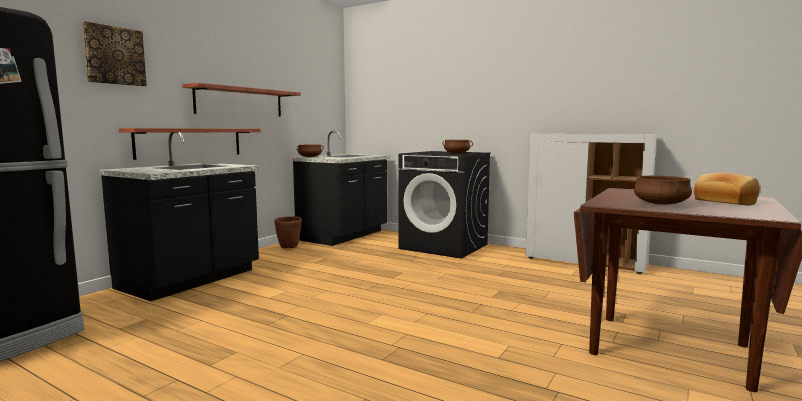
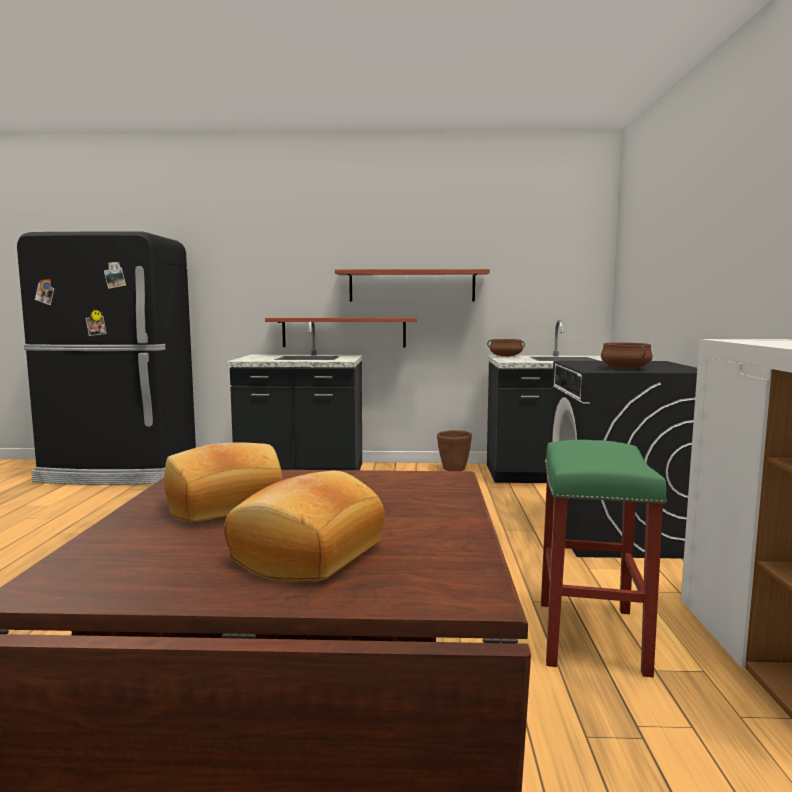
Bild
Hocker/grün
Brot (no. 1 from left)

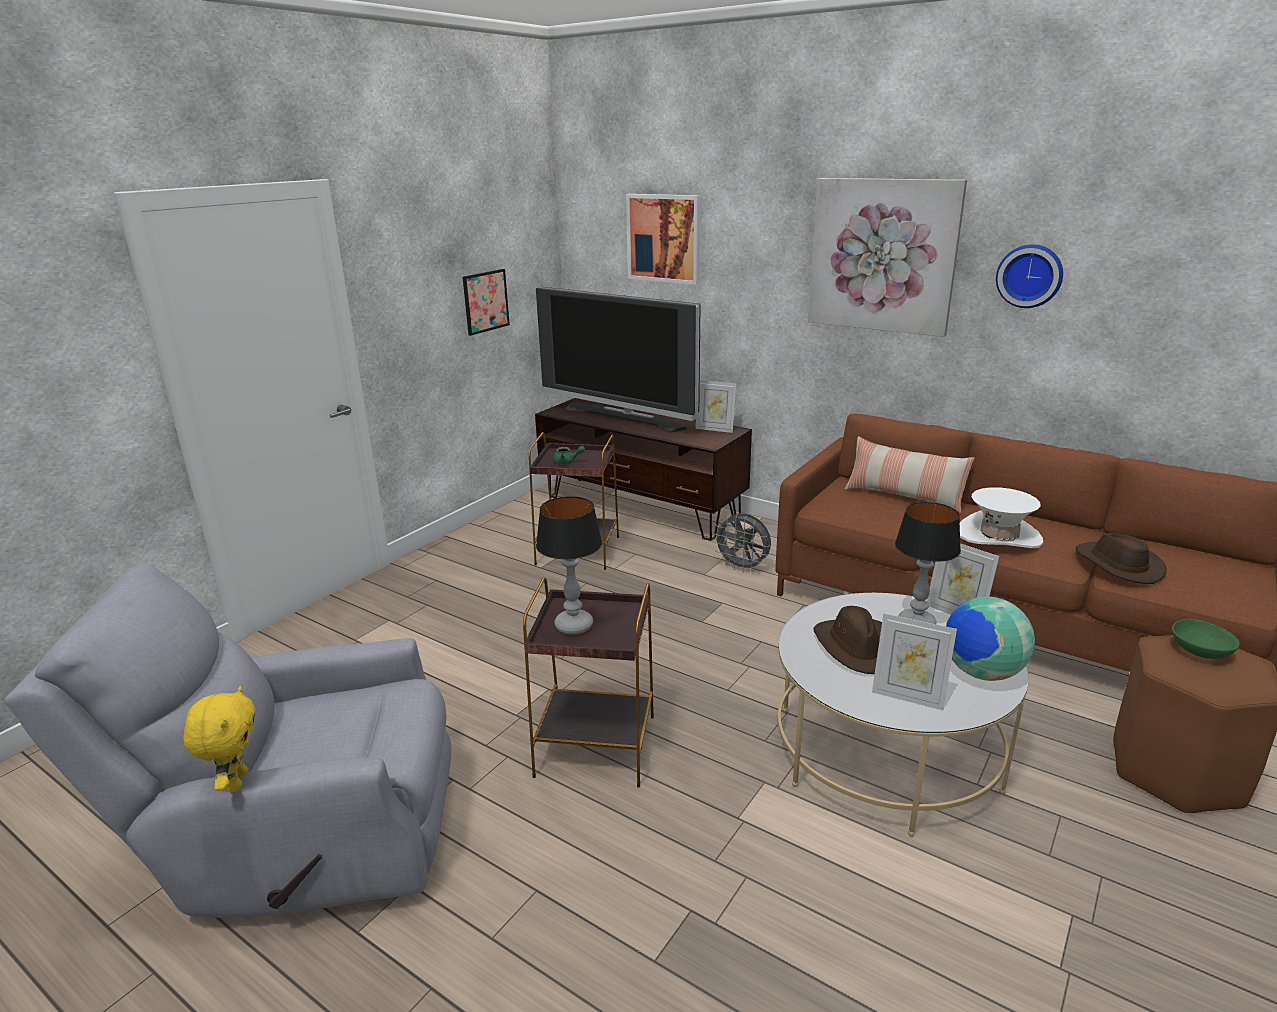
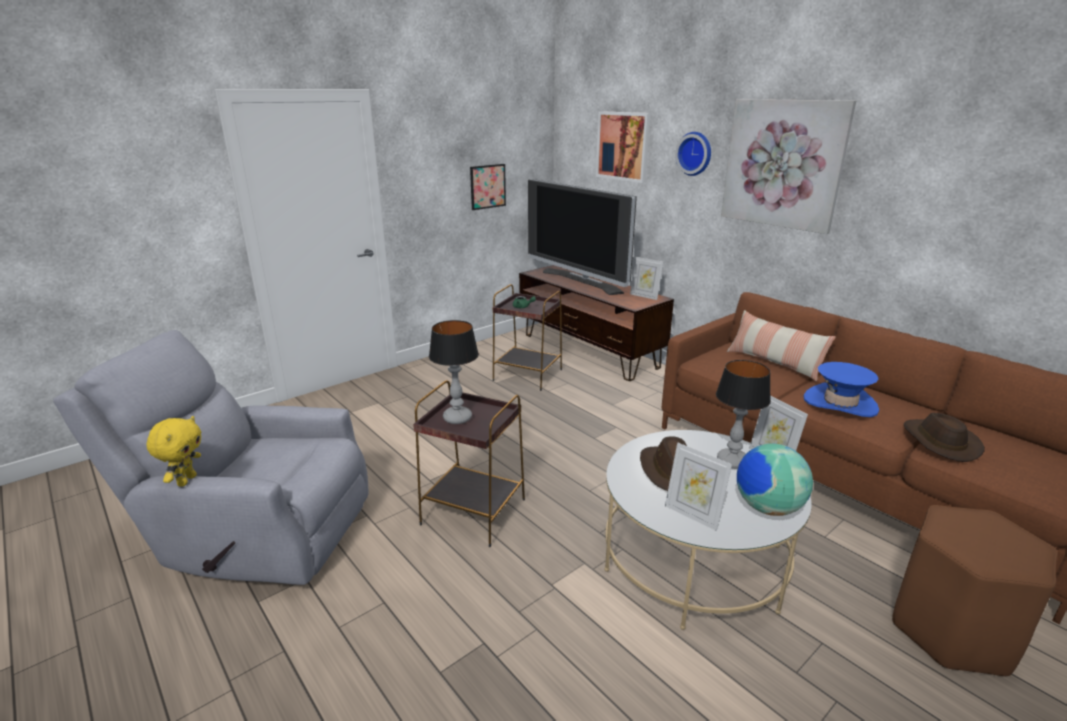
Ventilator/grau
Schüssel/grün
Wanduhr
Hut/blau

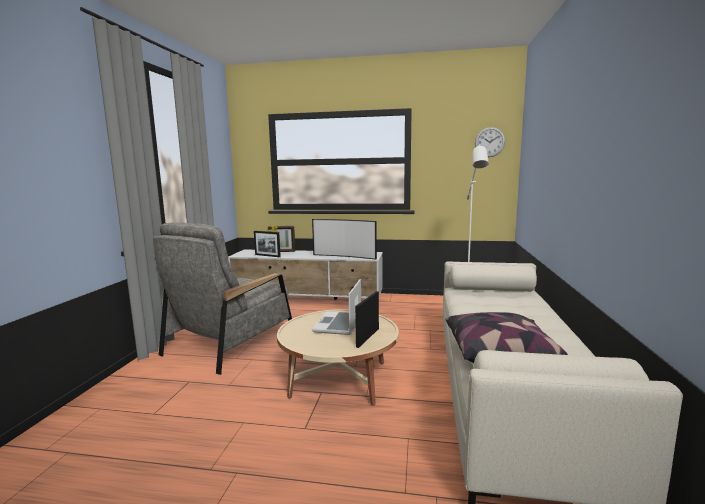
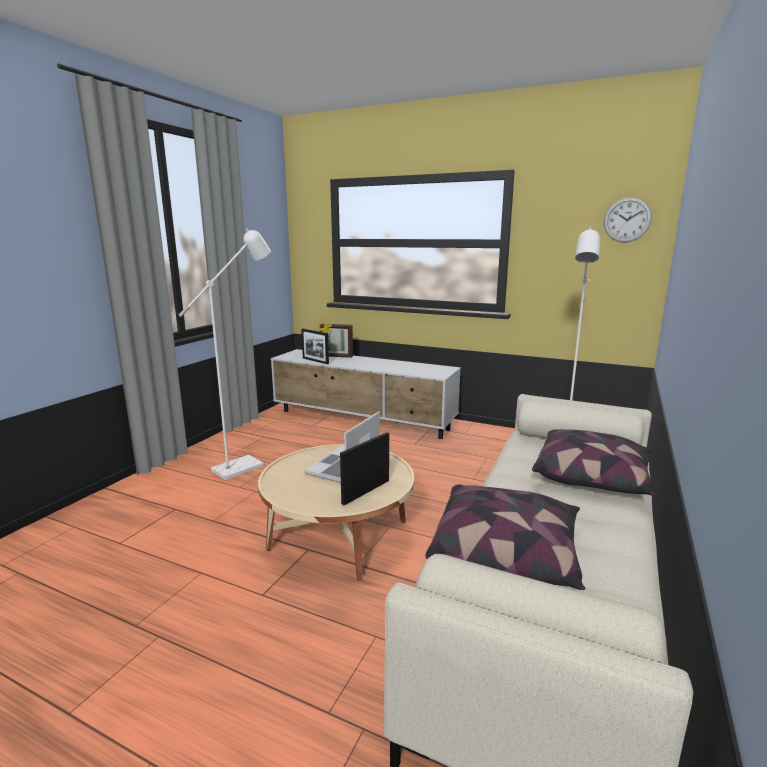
Fernseher
Kissen (no. 2 from left)
Stehlampe/weiß (no. 1 from left)

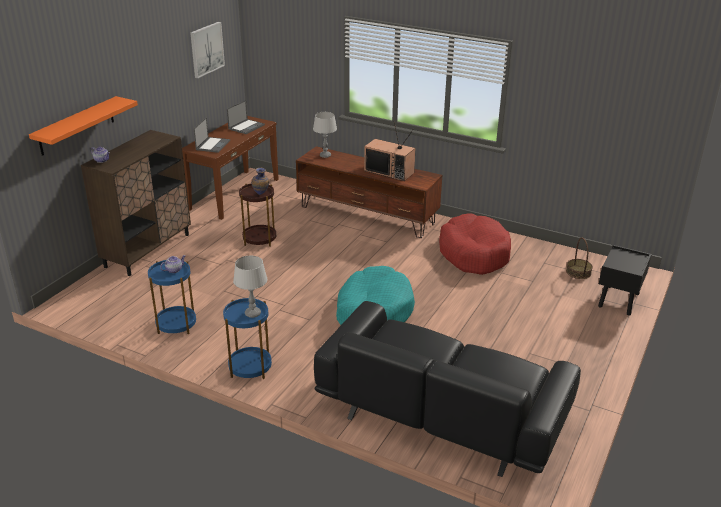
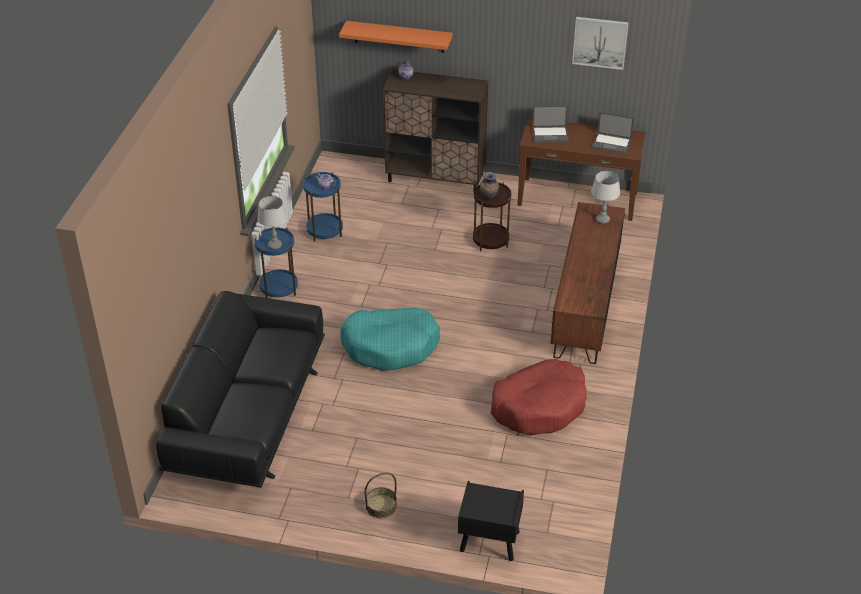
Fernseher
Korb

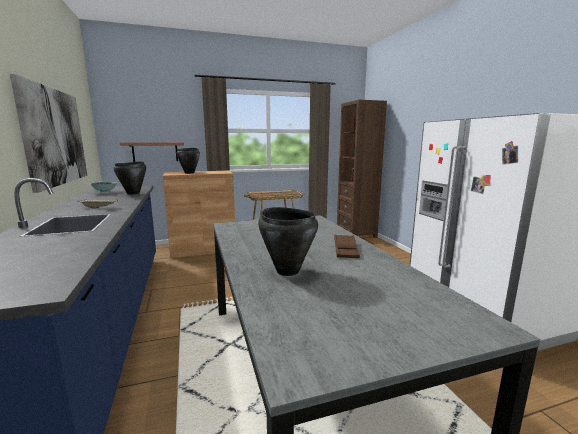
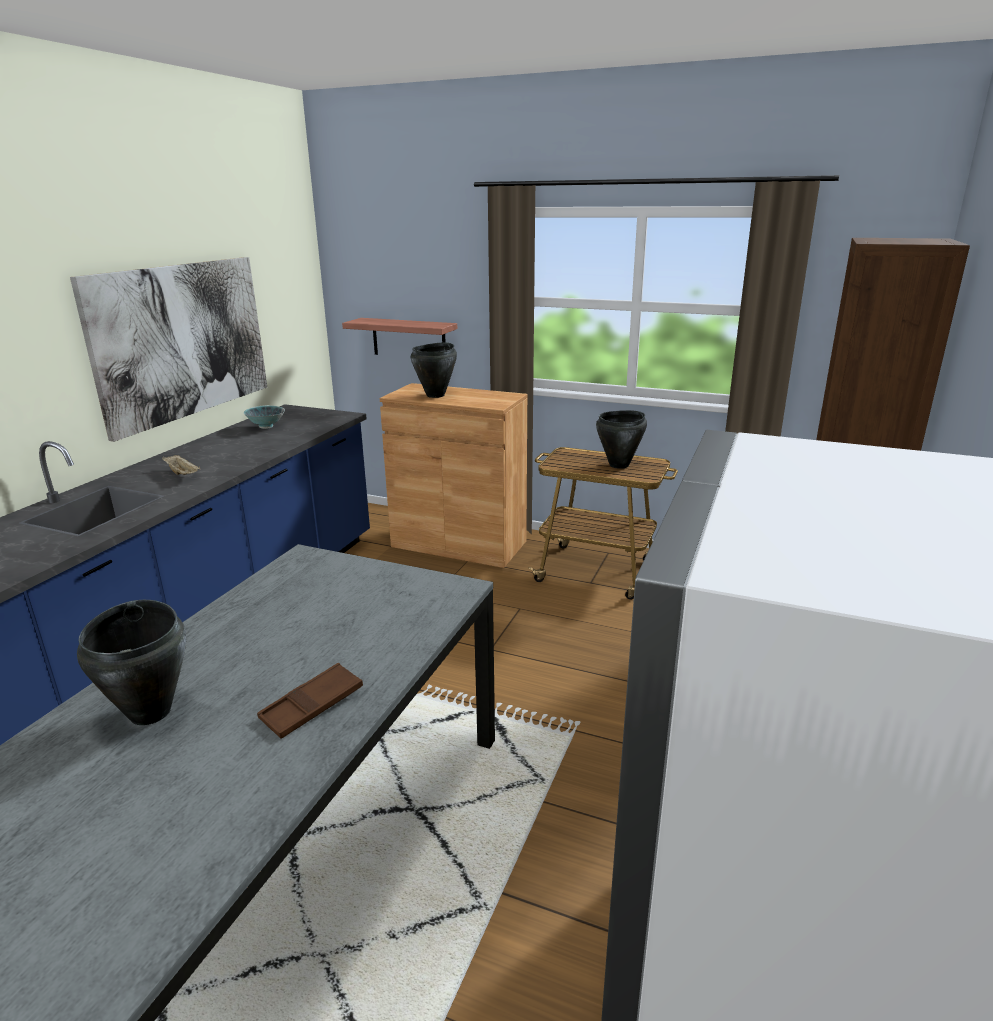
Kochtopf/schwarz (no. 3 from left)

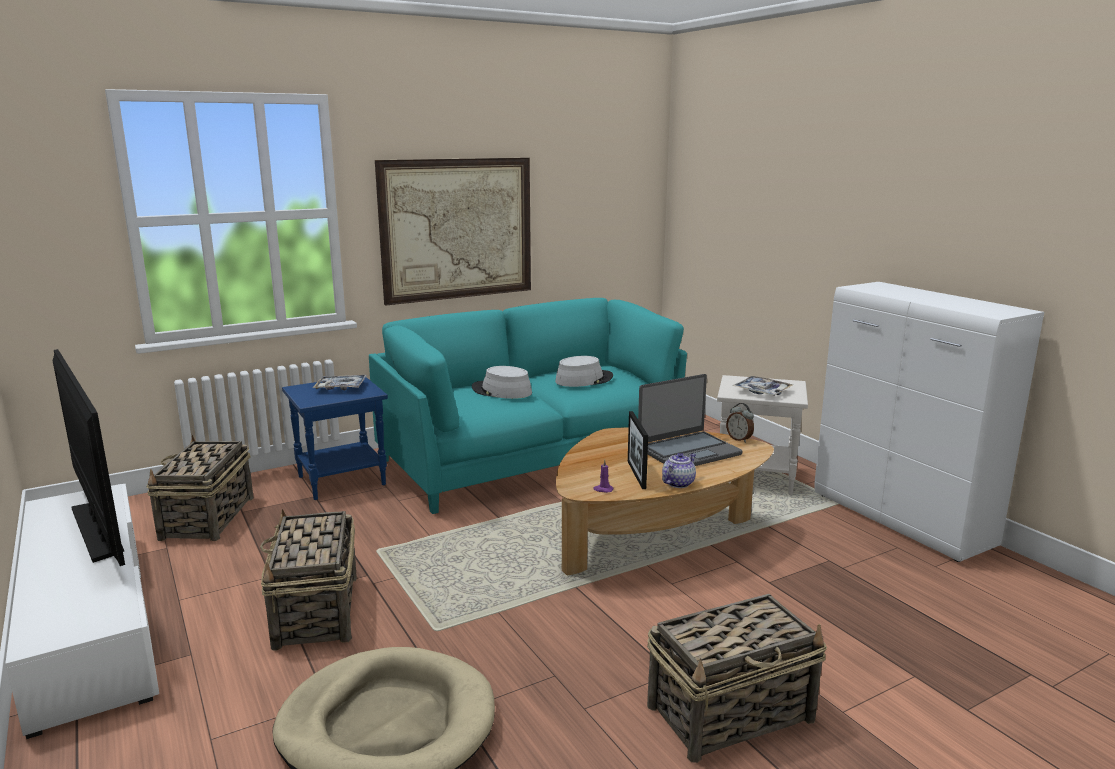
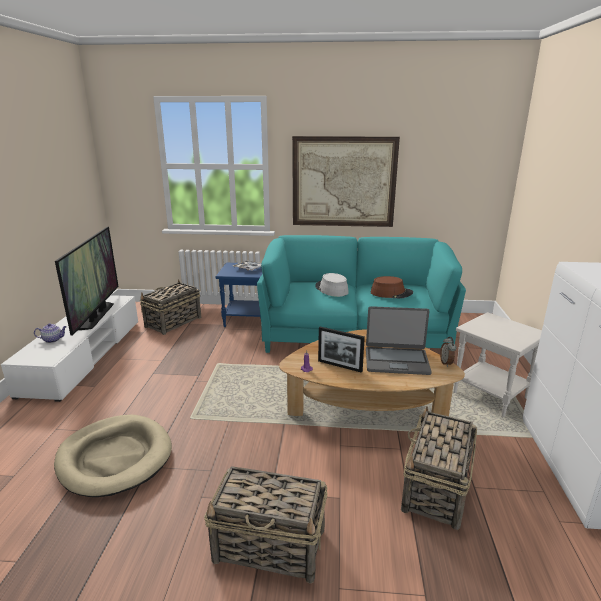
Tablett (no. 2 from left in the first image)
Korb (no. 3 from left)
Teekanne
Hut/braun
Bilderrahmen

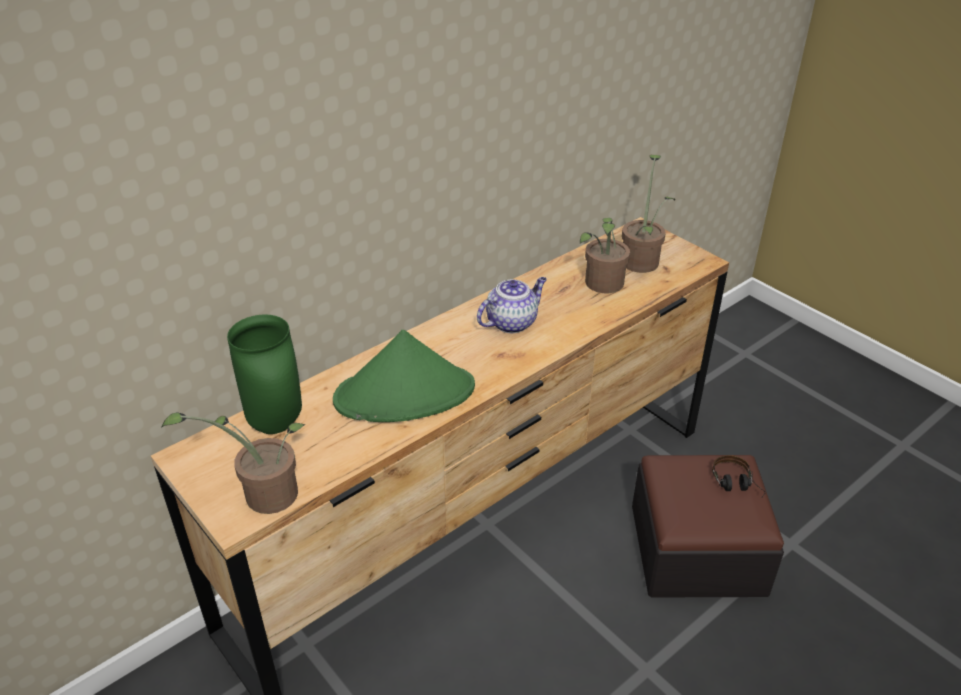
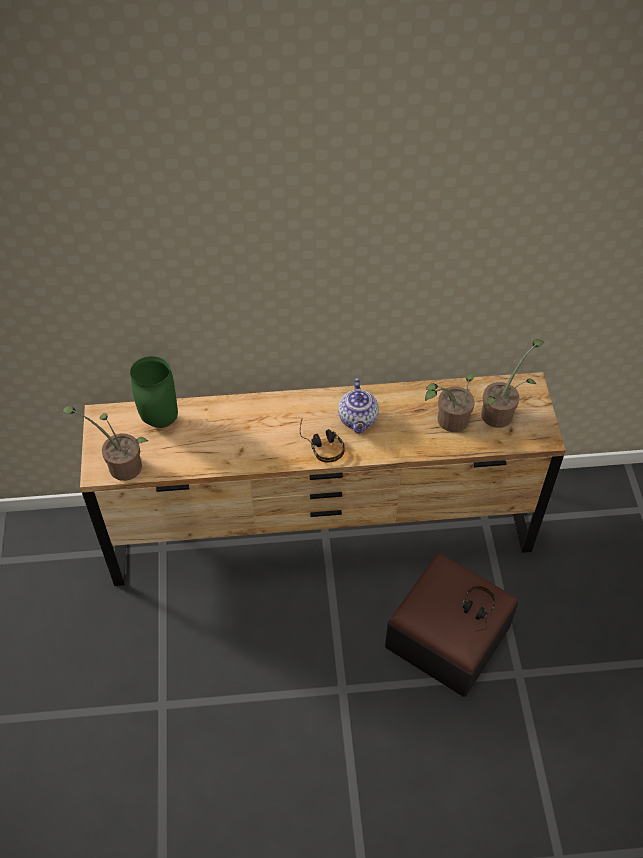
Hut/grün
Kopfhörer (no. 1 from left)
Teekanne

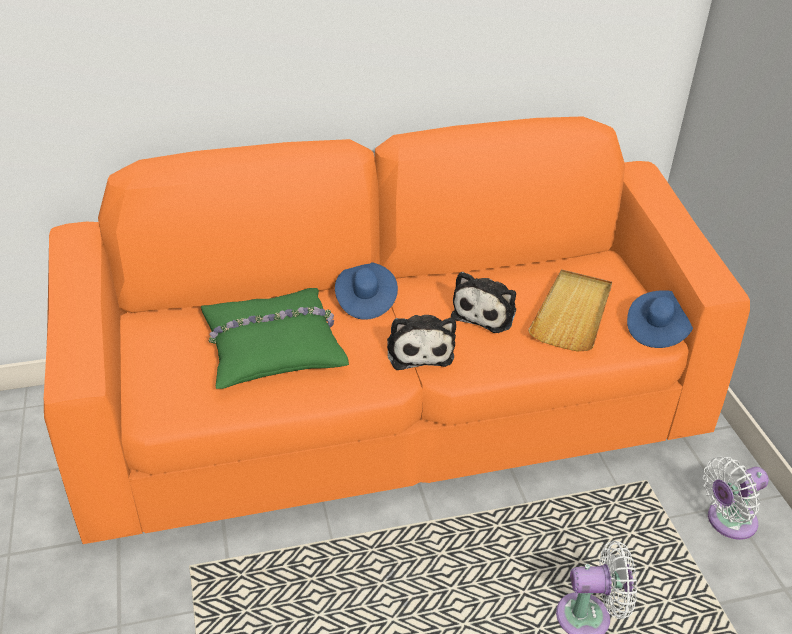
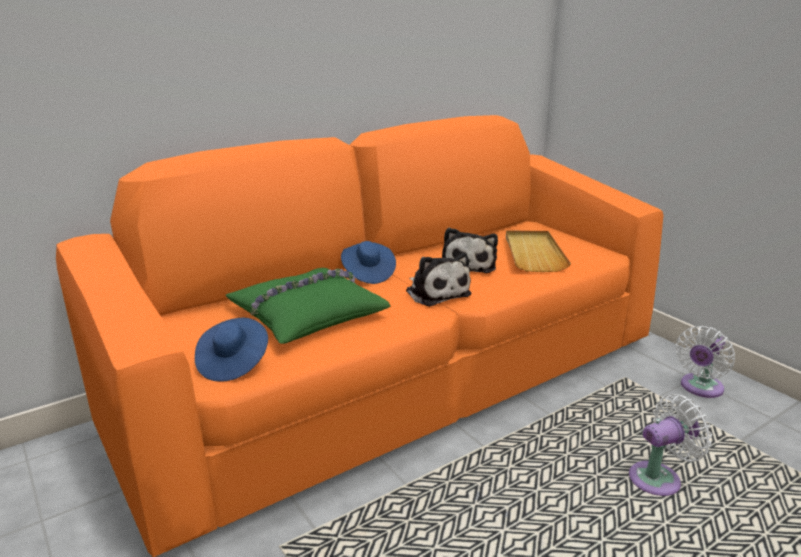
Hut/blau (no. 1 from left)

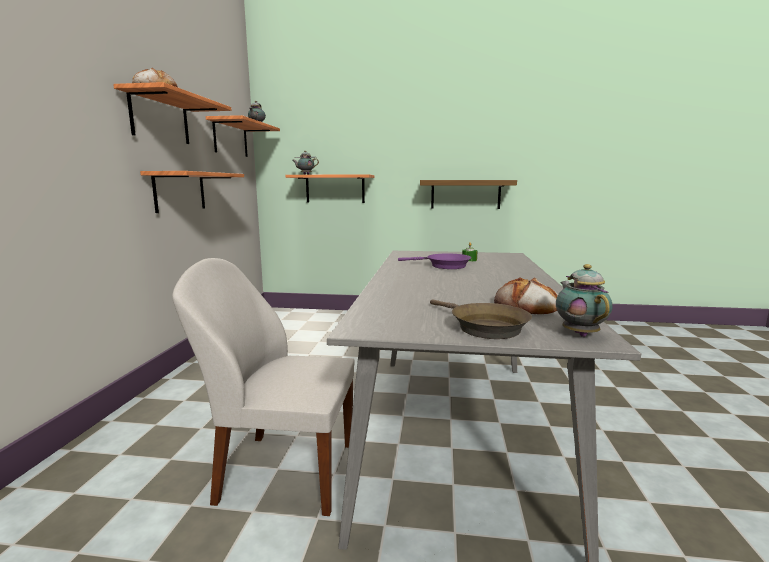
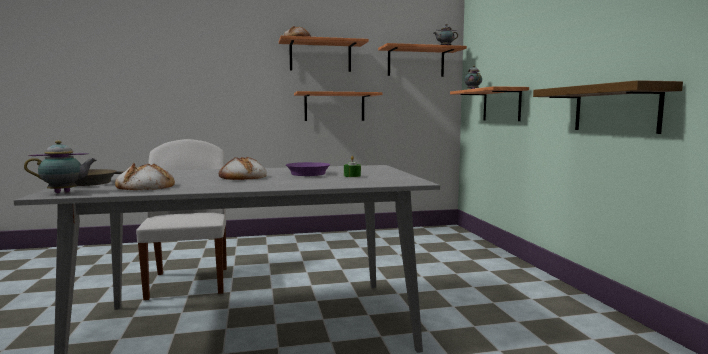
Brot (no. 2 from left)

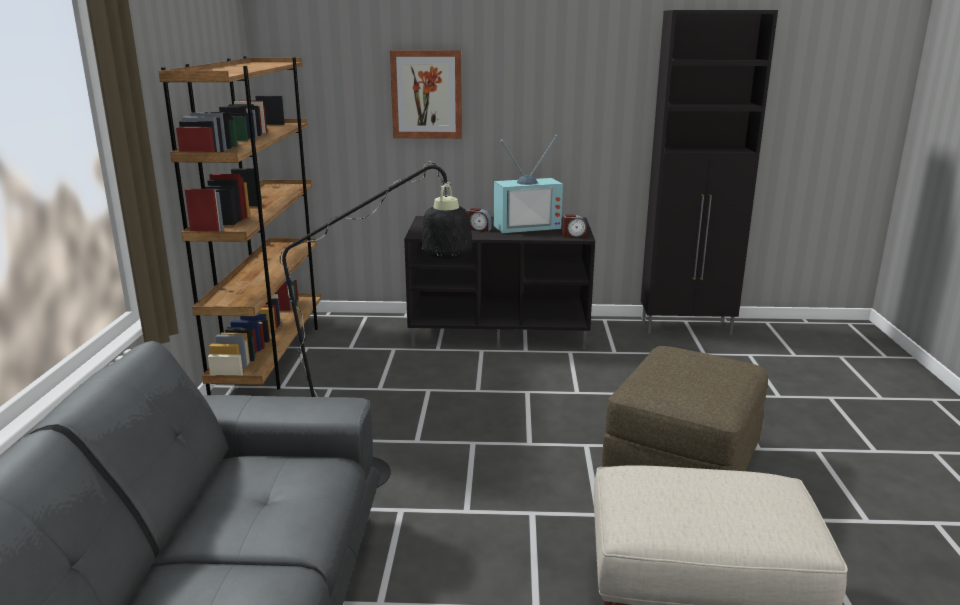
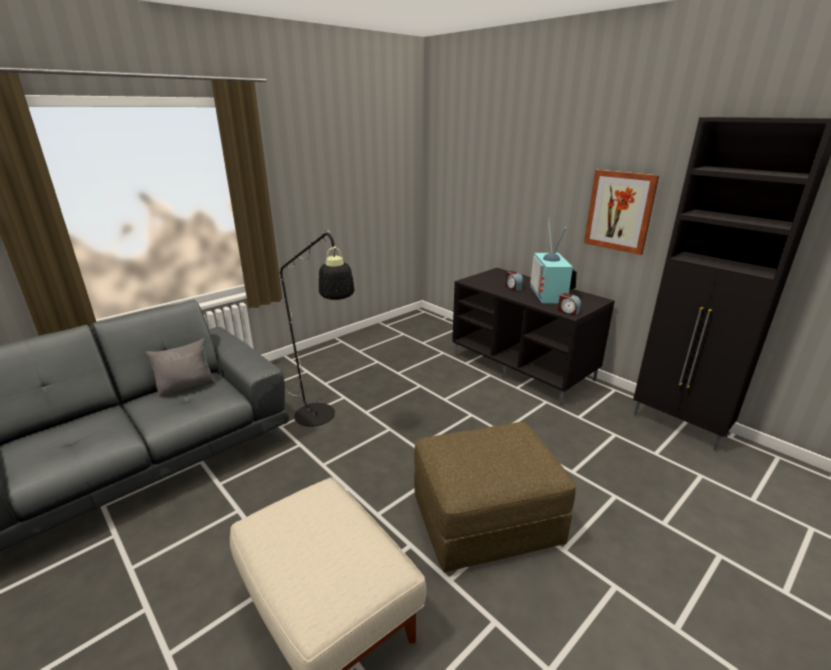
Bücherregal/braun
Kissen/grau
Bild
Fernseher

